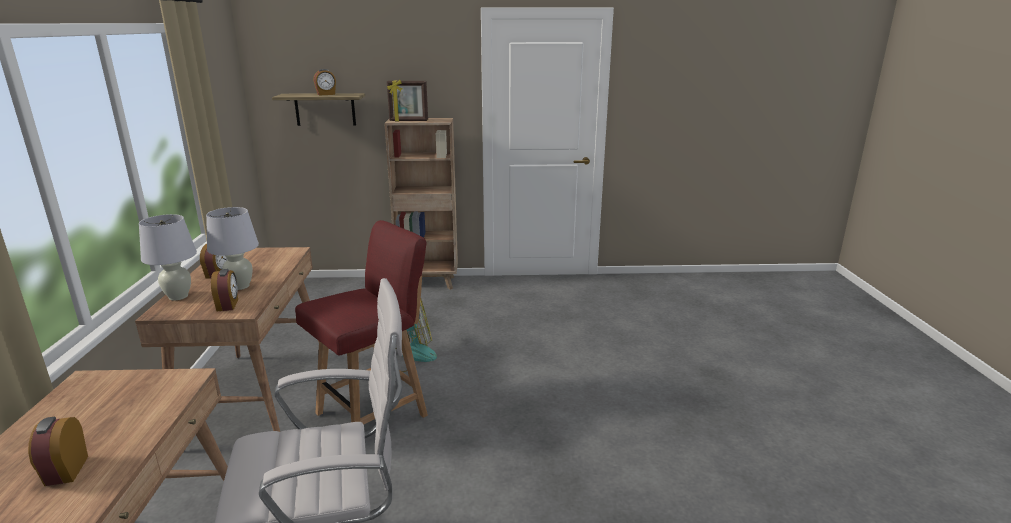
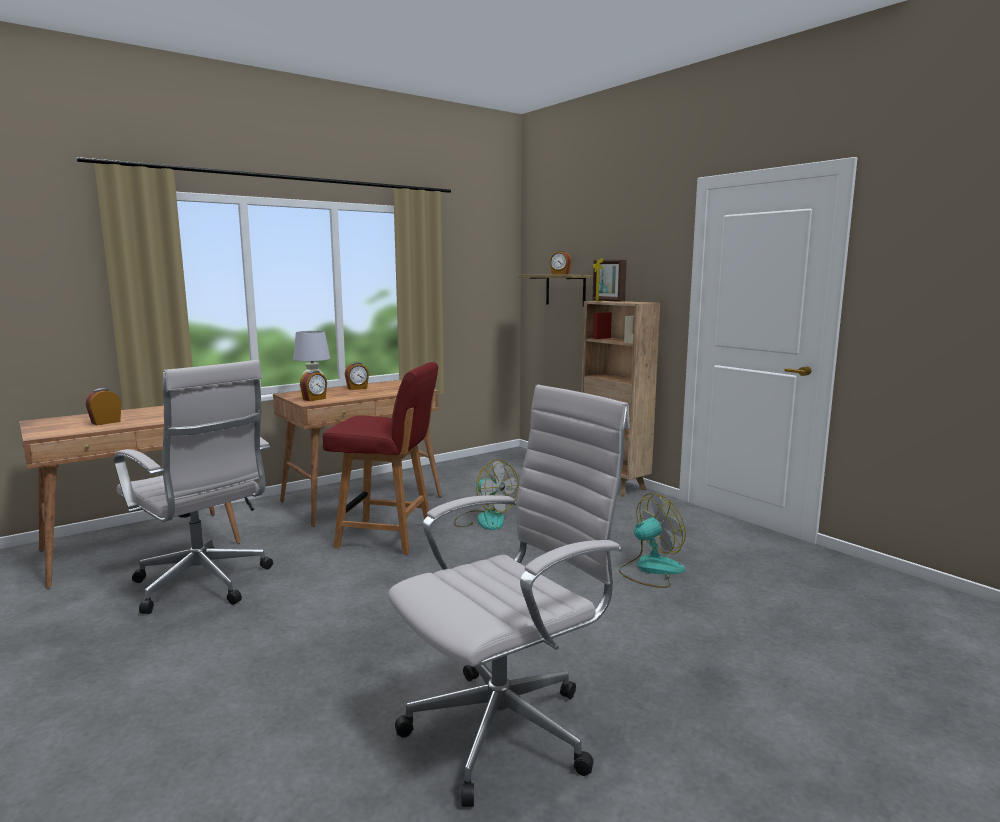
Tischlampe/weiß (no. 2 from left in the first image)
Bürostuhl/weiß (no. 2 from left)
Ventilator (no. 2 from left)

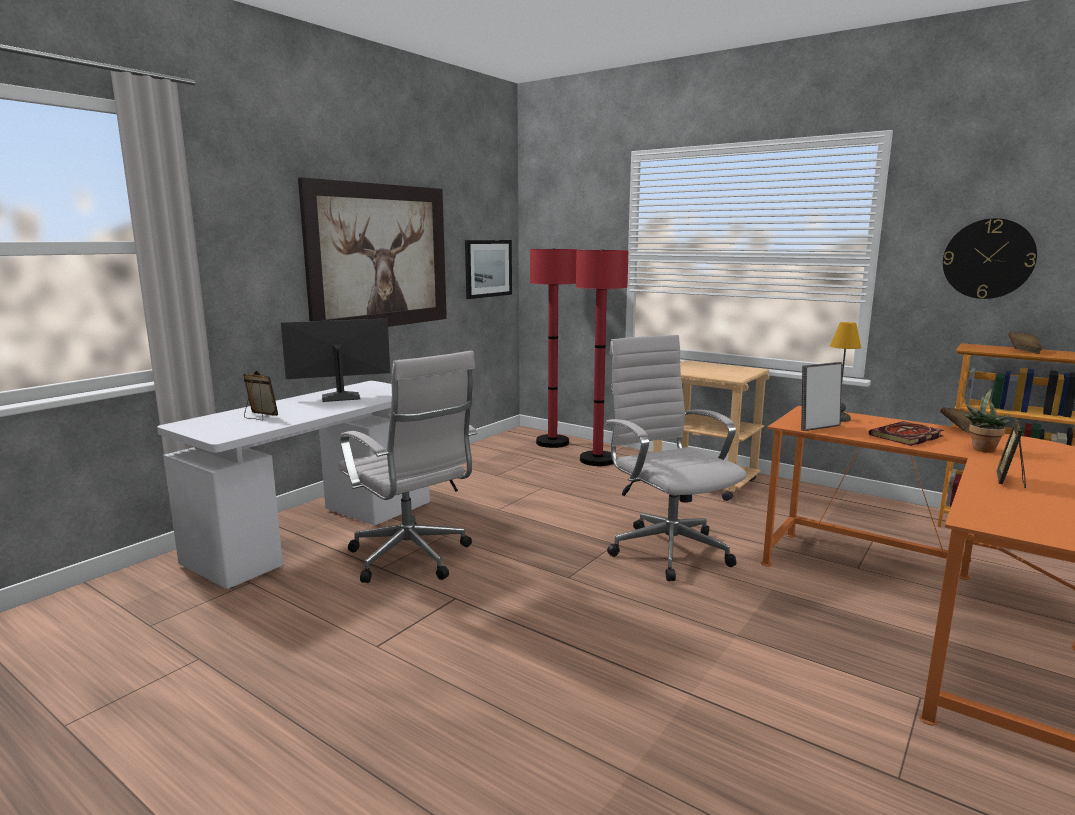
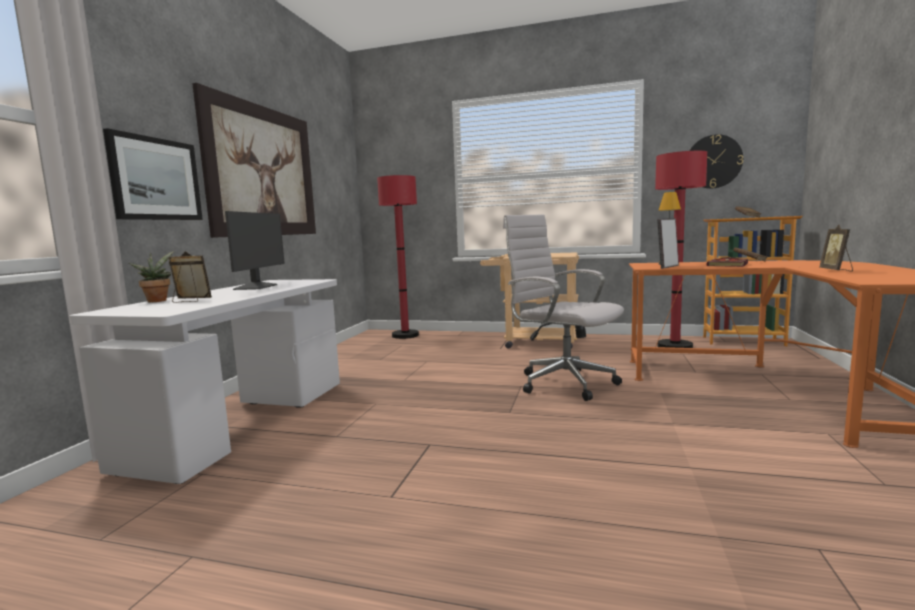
Bürostuhl/weiß (no. 1 from left in the first image)
Bild (no. 1 from left)
Stehlampe/rot (no. 2 from left)
Topfpflanze
Monitor

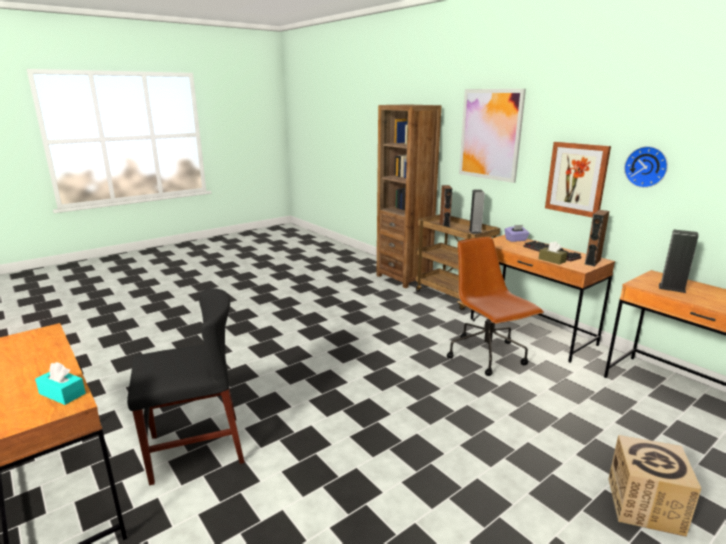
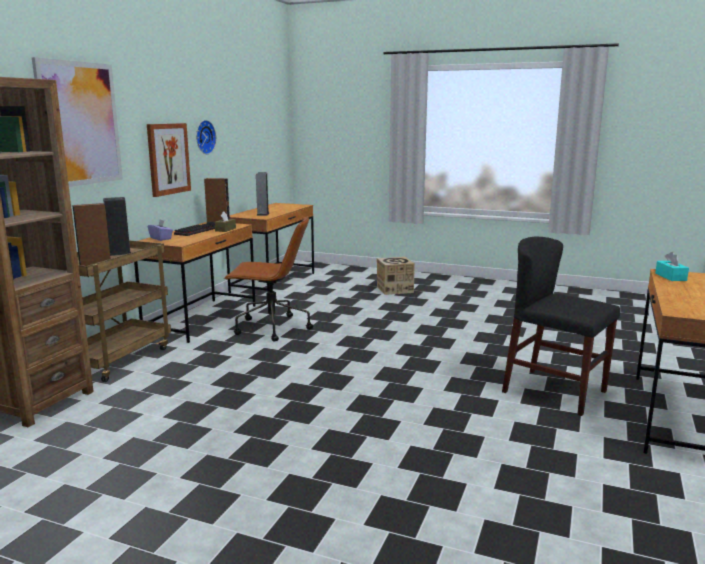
Bürostuhl/braun

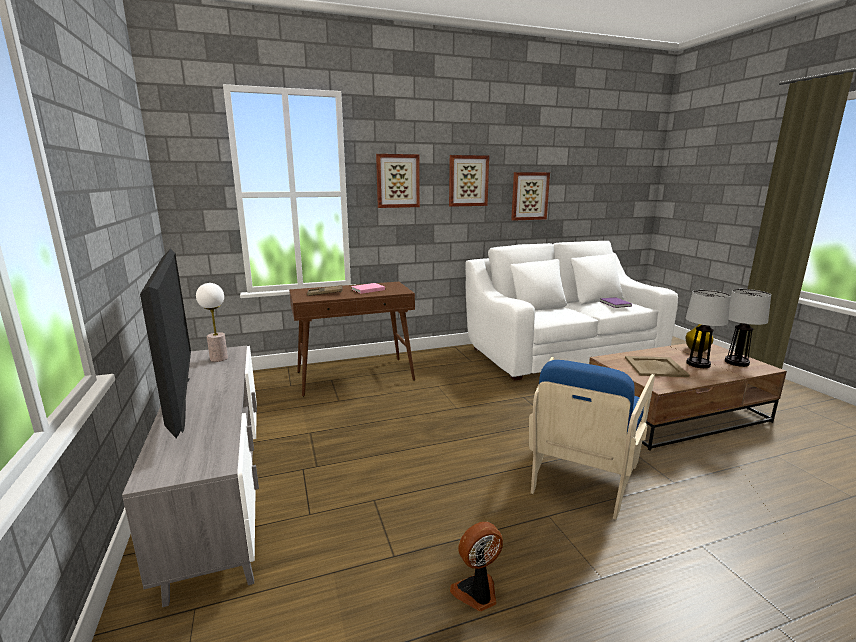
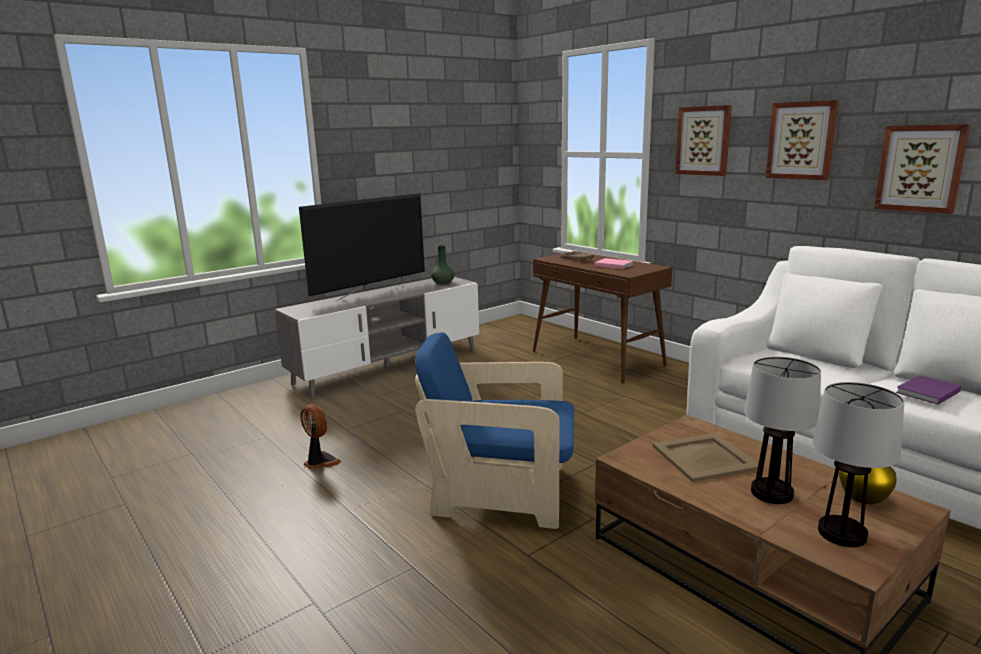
Vase/grün

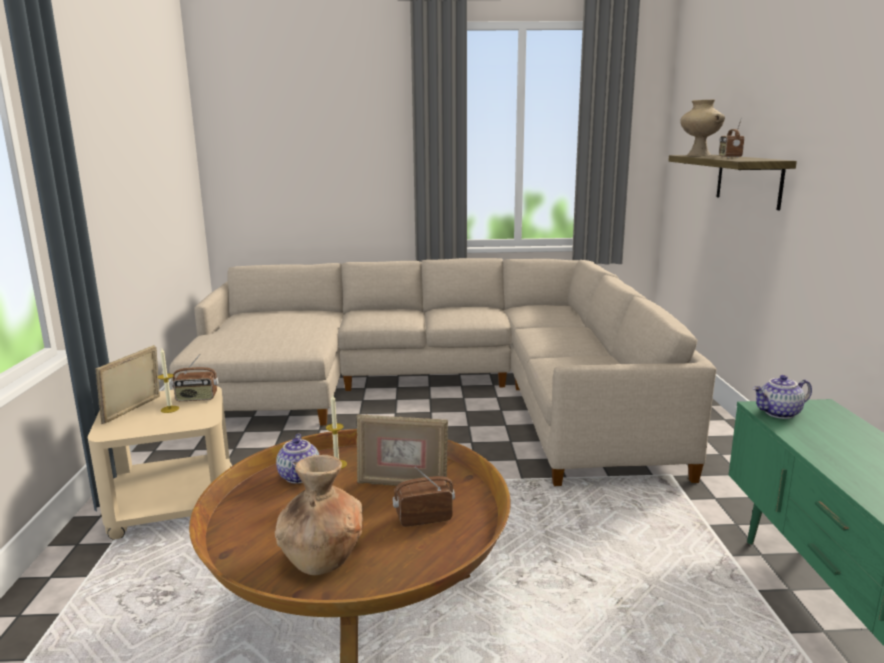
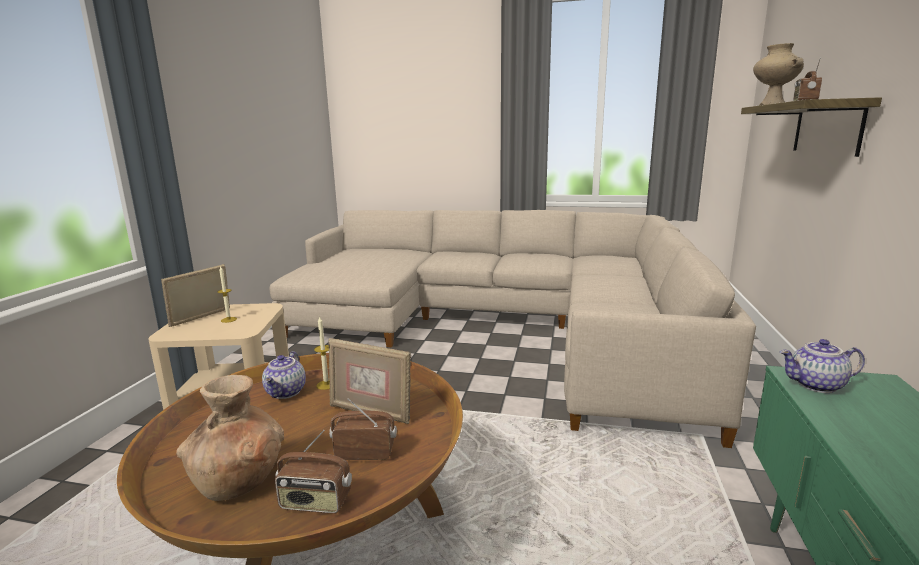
Radio (no. 1 from left)

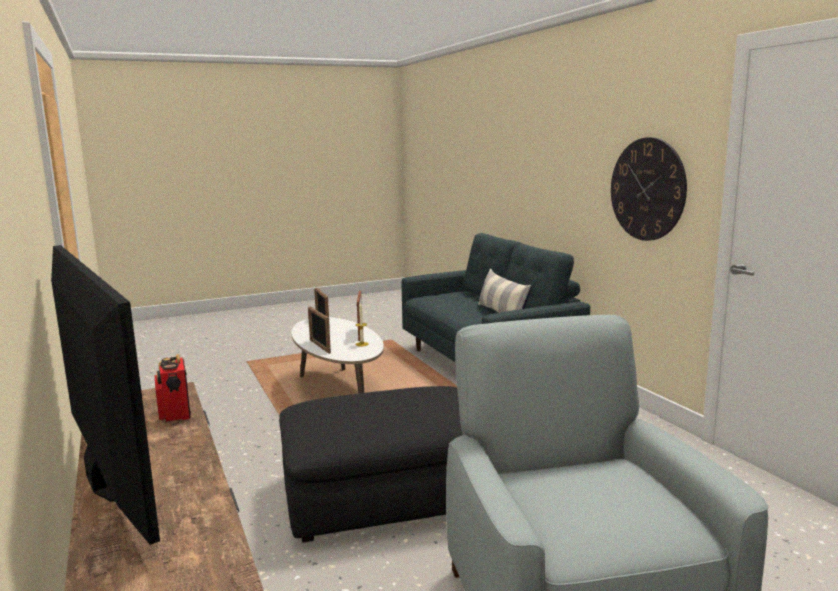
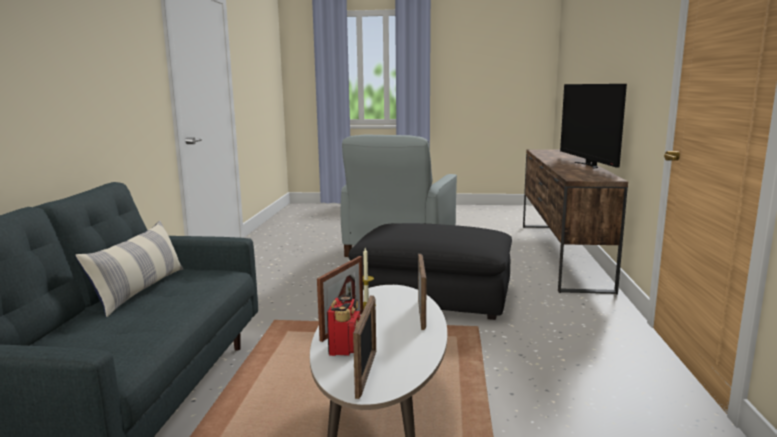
Wanduhr
Radio

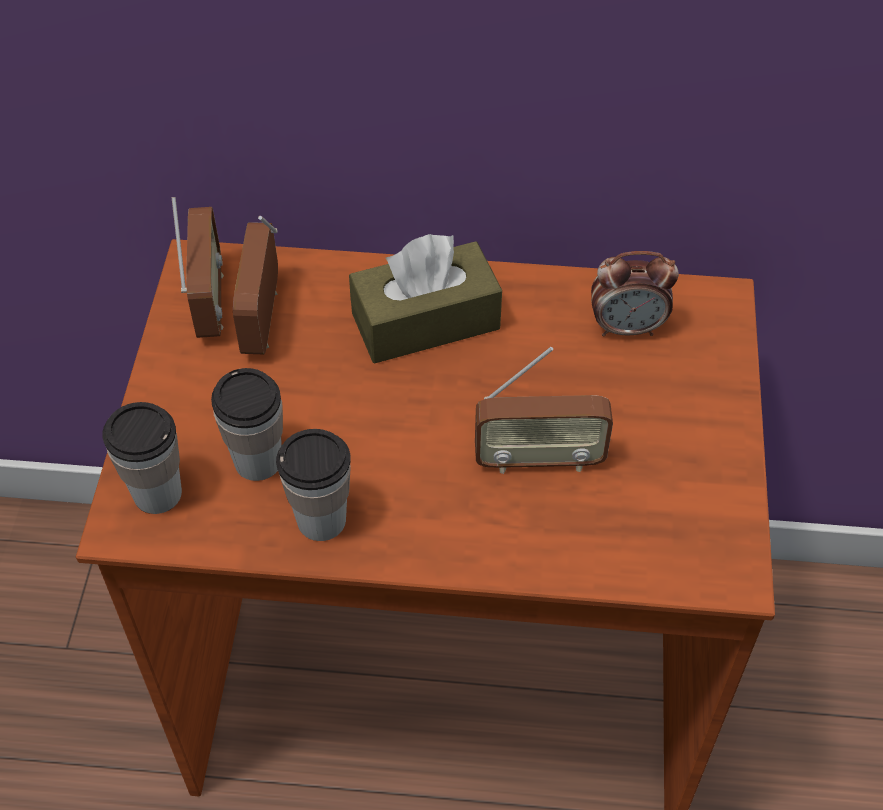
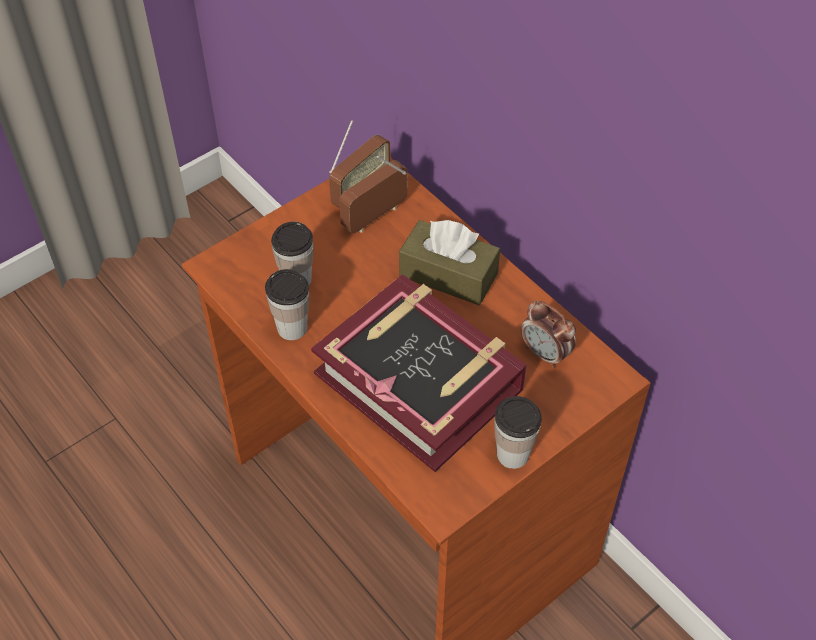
Tasse (no. 3 from left)
Buch

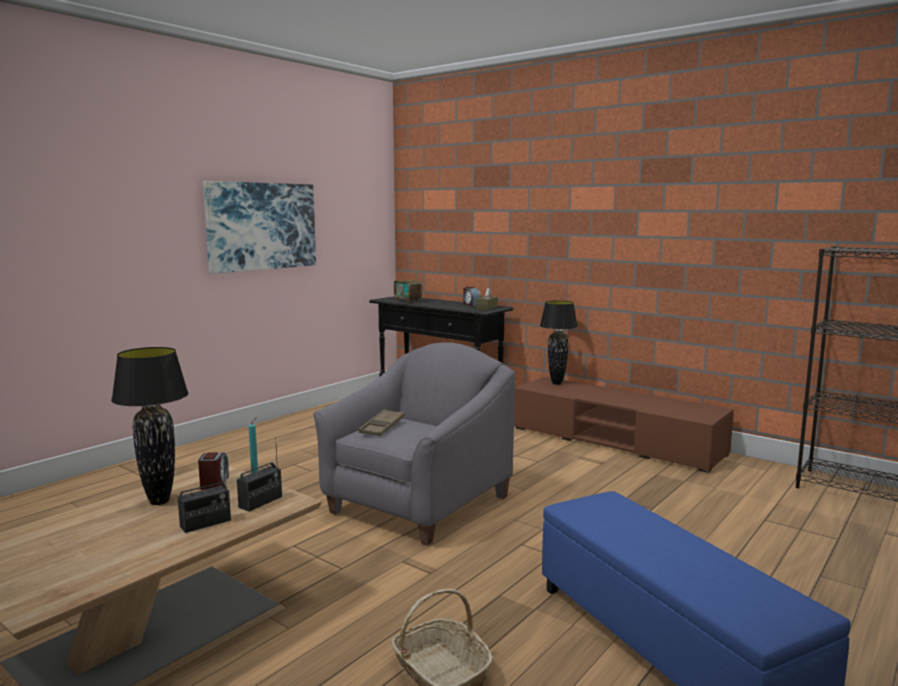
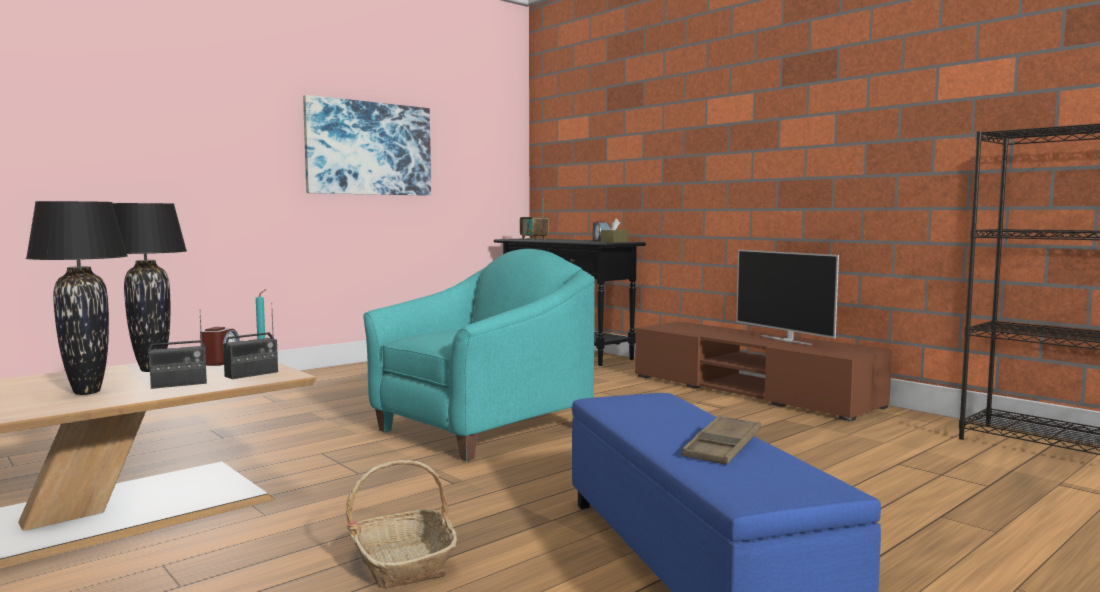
Fernseher
Tablett/braun
Tischlampe/schwarz (no. 1 from left)
Sessel/türkis

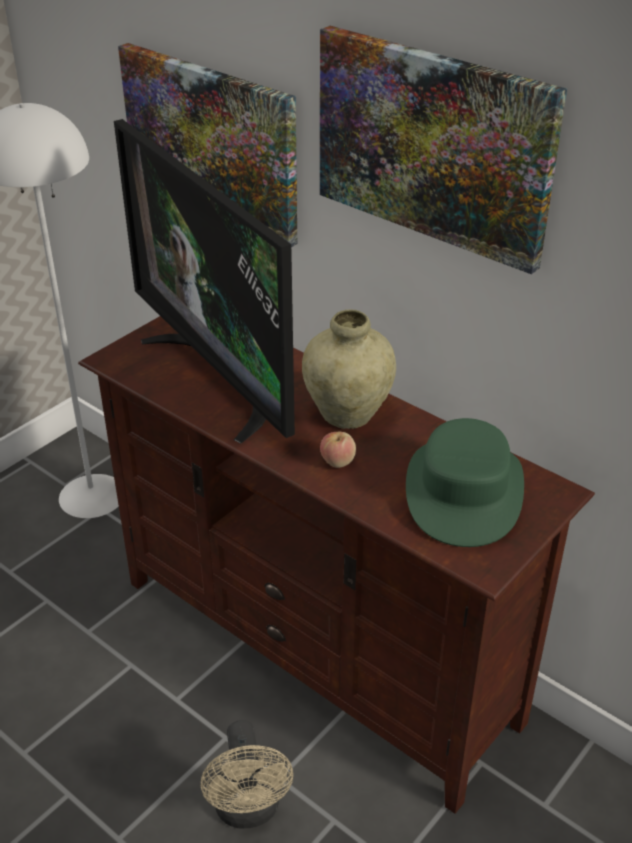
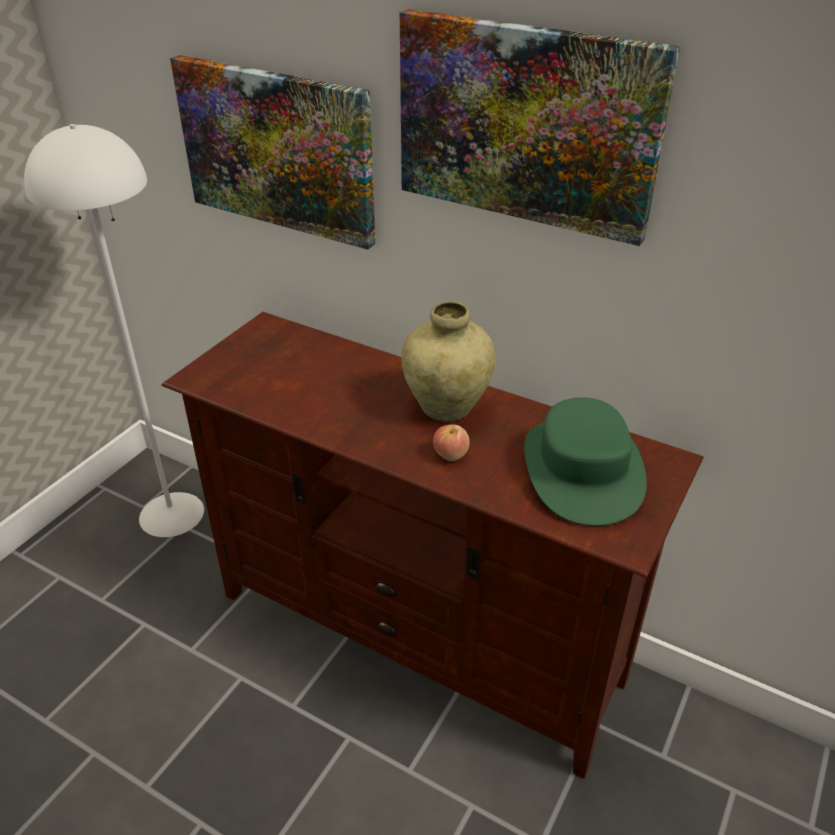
Fernseher
Ventilator/beige

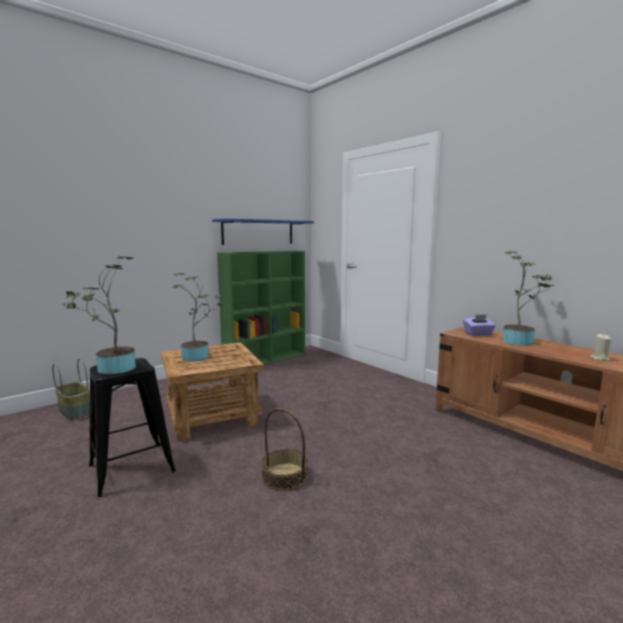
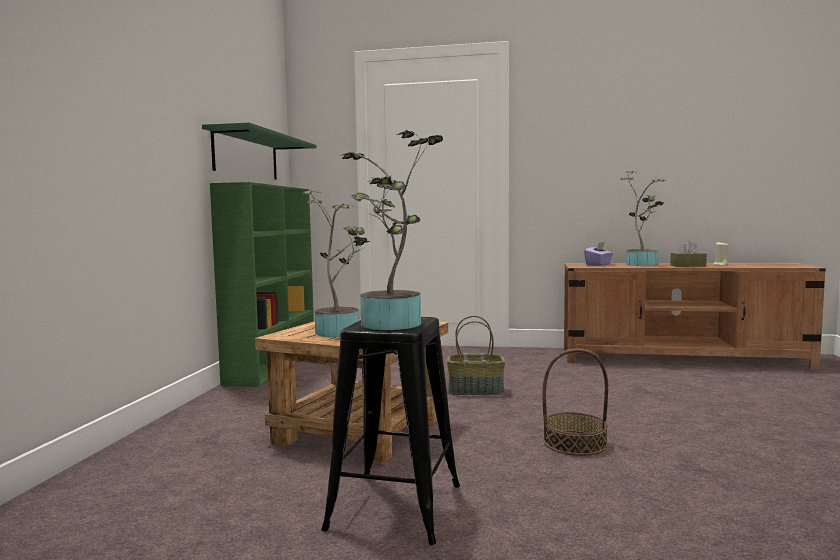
Taschentuchbox/braun
Korb (no. 1 from left)
Wandregal/grün

